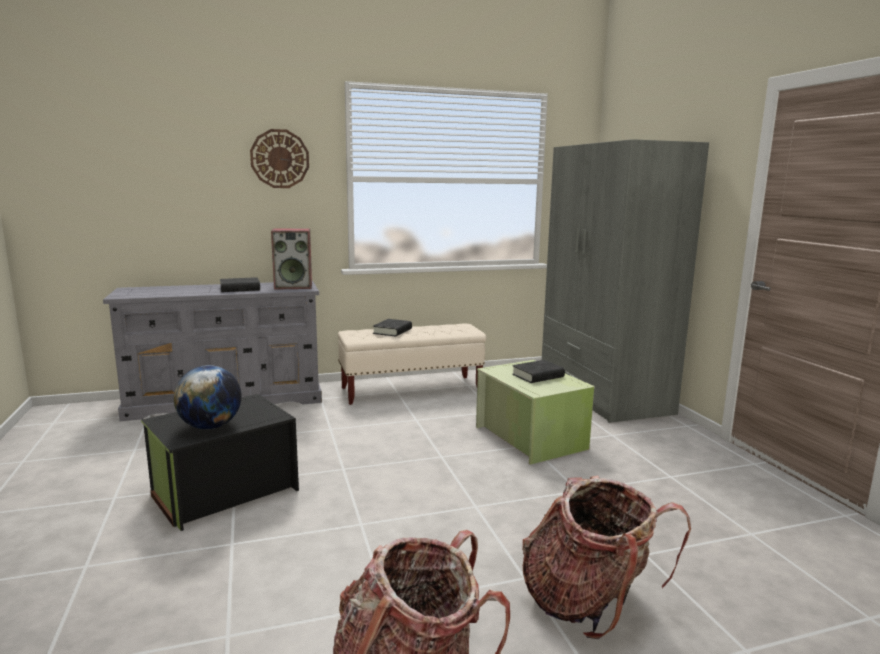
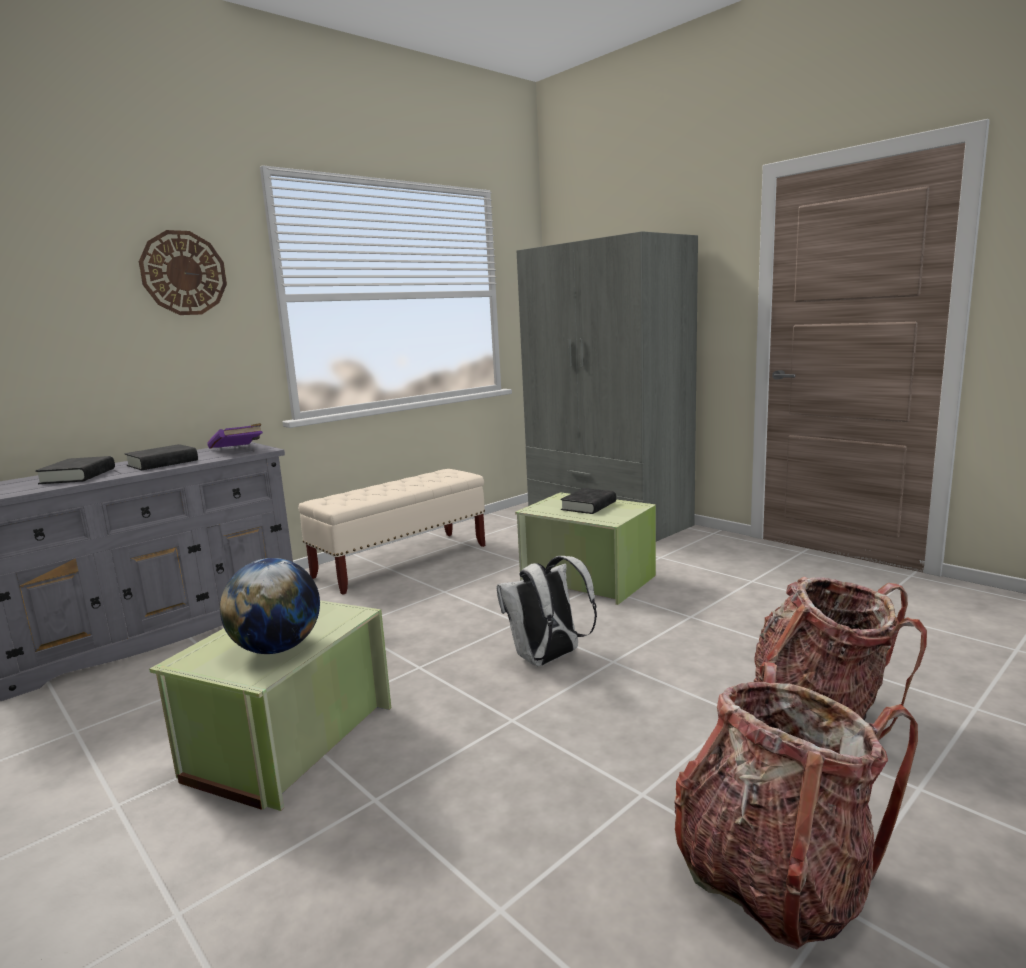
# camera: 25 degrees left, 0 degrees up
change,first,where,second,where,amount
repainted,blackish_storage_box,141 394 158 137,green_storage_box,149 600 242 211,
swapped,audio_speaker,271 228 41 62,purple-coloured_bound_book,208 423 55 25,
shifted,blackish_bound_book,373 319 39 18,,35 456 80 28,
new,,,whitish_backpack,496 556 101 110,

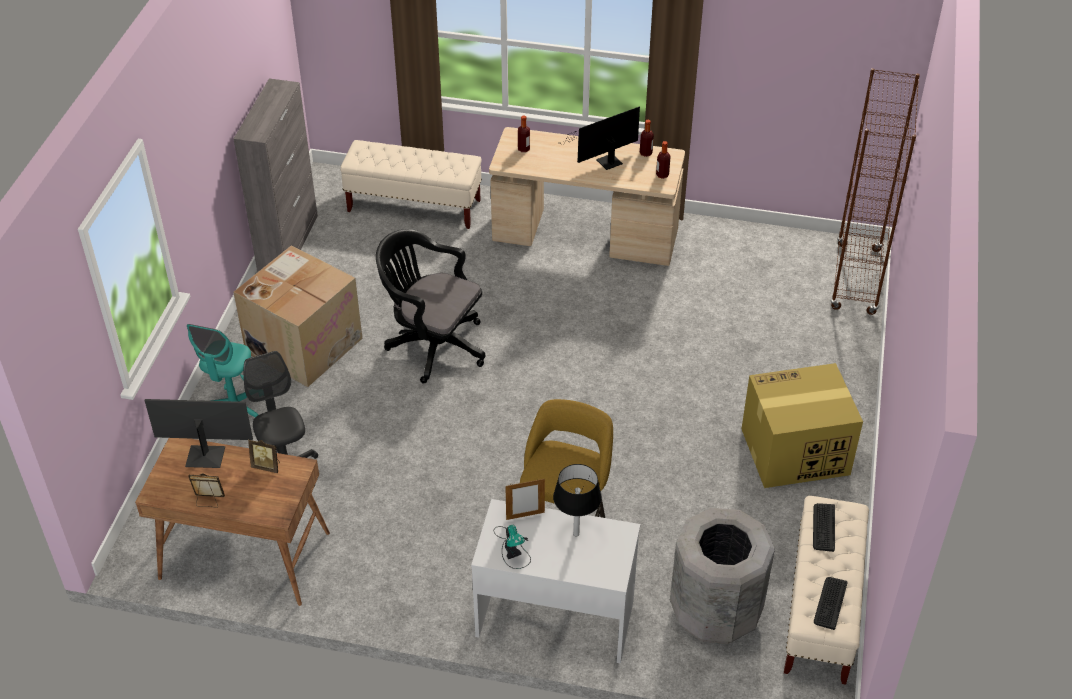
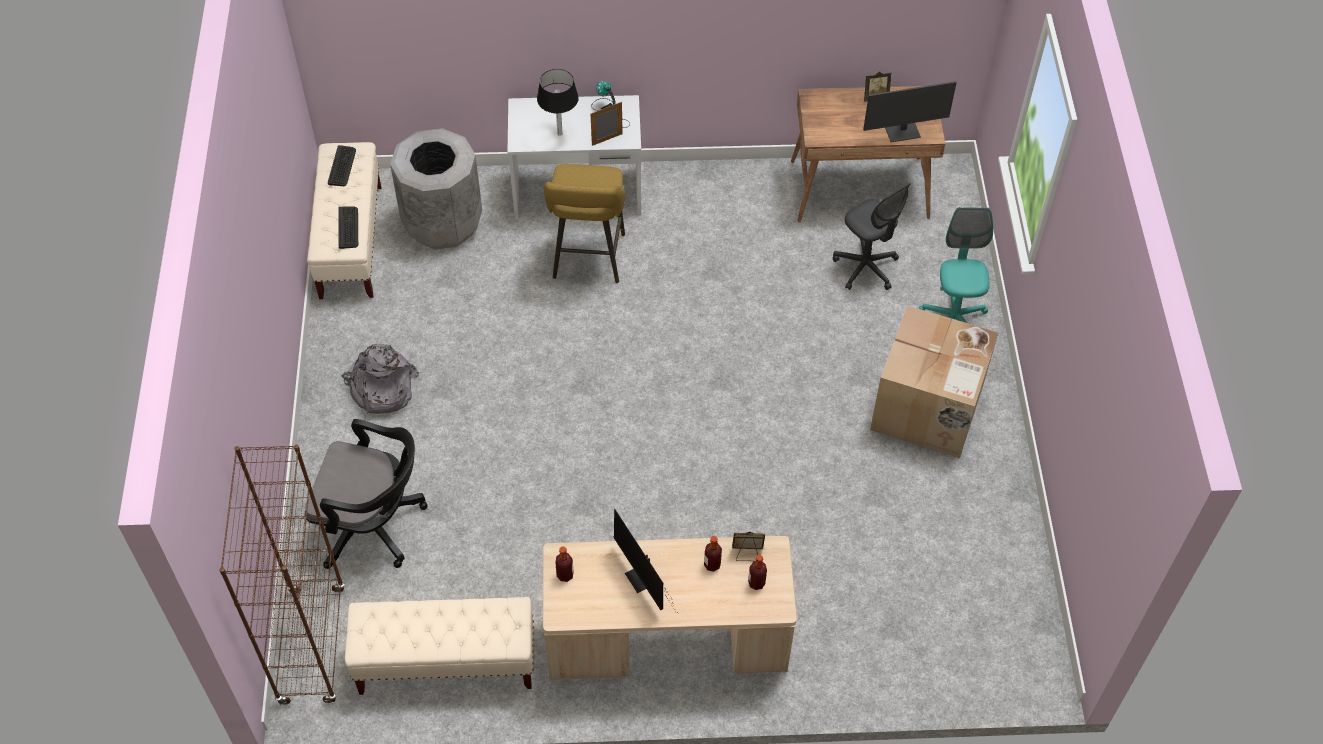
# camera: 165 degrees right, 10 degrees up
change,first,where,second,where,amount
gone,greyish_storage_cabinet,233 78 85 194,,,
shifted,photo_frame,248 440 32 33,,732 532 33 29,
shifted,beige_bench,340 140 142 89,,345 597 189 98,
shifted,blackish_desk_chair,376 229 109 155,,305 419 123 150,
rotated,monitor,560 106 80 64,,613 509 66 105,105 degrees clockwise
shifted,bottle,640 120 14 37,,704 536 18 36,
swapped,packing_box,742 363 121 125,greyish_backpack,342 344 77 70,

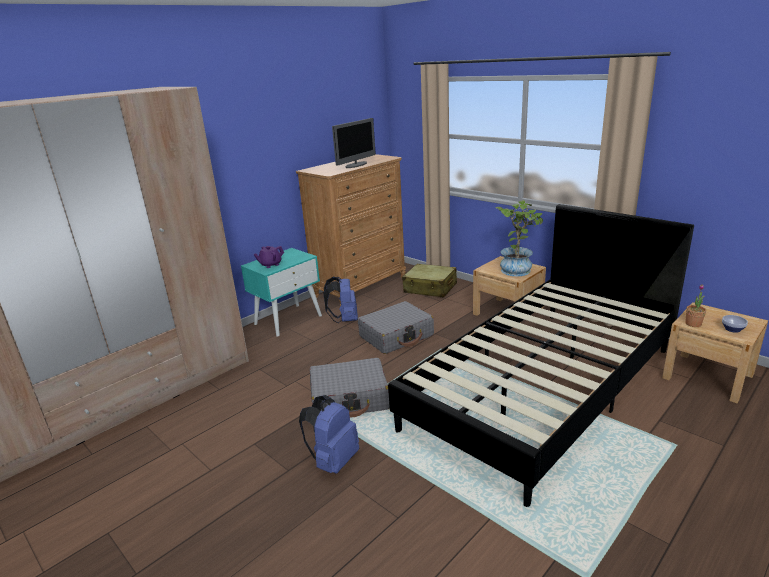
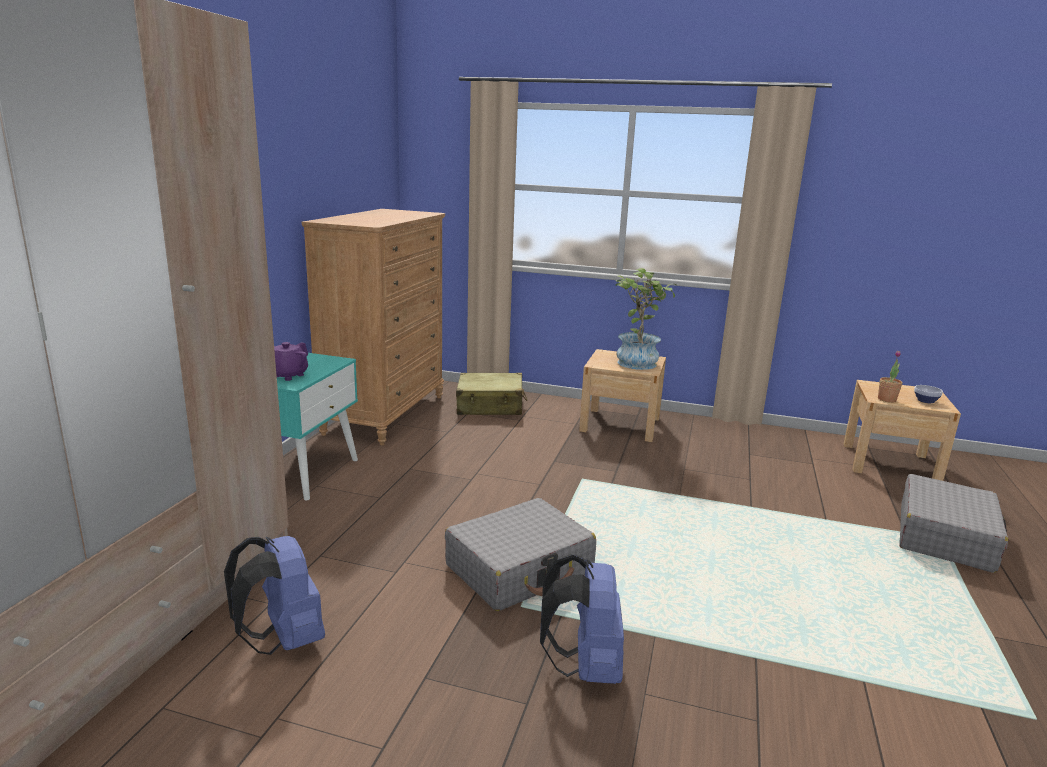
# camera: 30 degrees left, 5 degrees down
change,first,where,second,where,amount
shifted,bluish_backpack,323 277 35 46,,224 536 101 119,
gone,monitor,332 118 44 50,,,
shifted,greyish_piece_of_luggage,358 301 76 53,,900 474 108 99,
gone,blackish_bed,388 204 306 303,,,

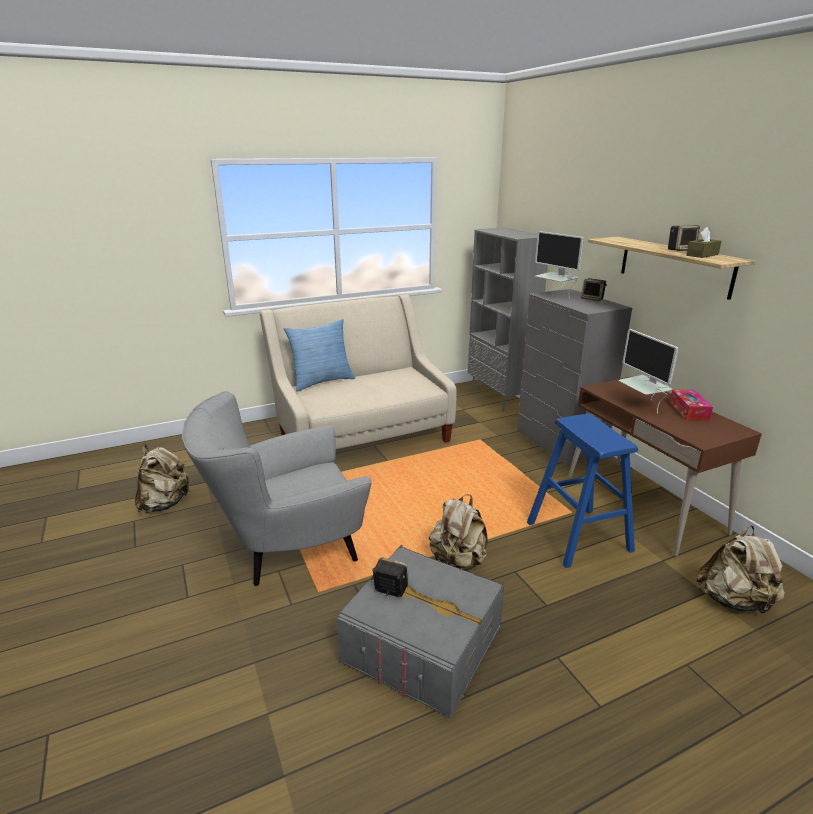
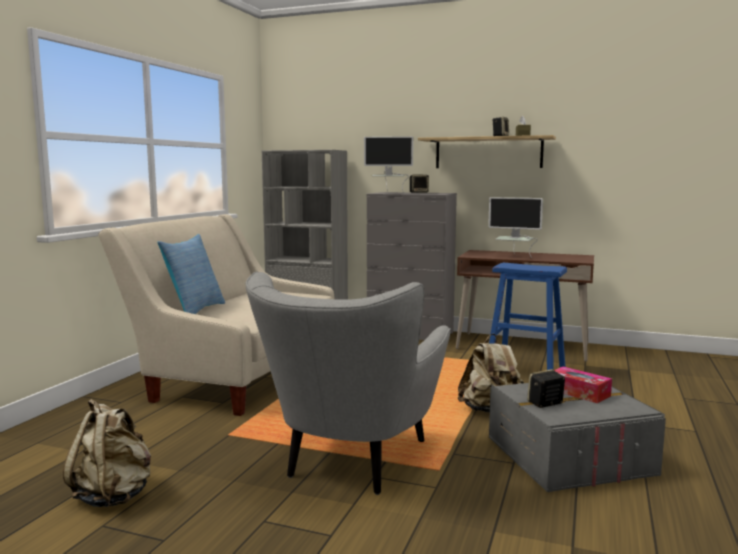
# camera: 45 degrees left, 15 degrees down
change,first,where,second,where,amount
shifted,tissue_holder,670 389 43 32,,555 366 57 37,
gone,beige_backpack,696 525 89 91,,,

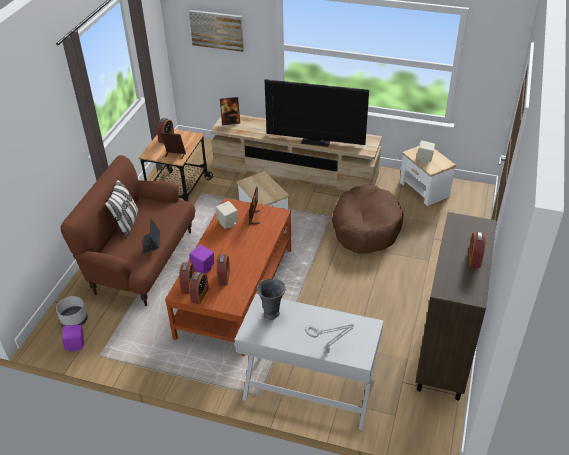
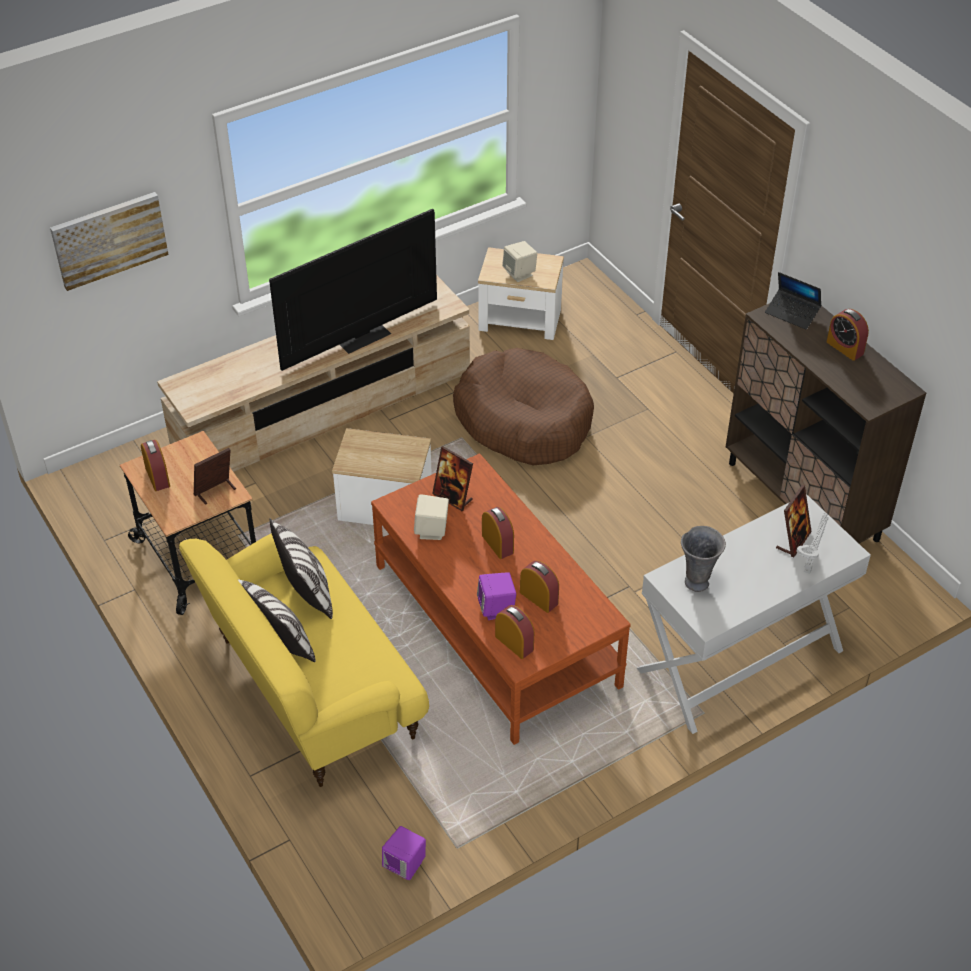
# camera: 50 degrees left, 5 degrees up
change,first,where,second,where,amount
gone,greyish_planter,56 296 32 30,,,
repainted,brownish_settee,61 155 134 151,yellowish_settee,179 533 250 254,
shifted,notebook_computer,143 219 17 35,,765 272 56 58,
shifted,alarm_clock,189 272 20 32,,482 507 32 52,
shifted,photo_frame,220 97 20 28,,776 485 36 72,
new,,,cushion,269 518 64 101,

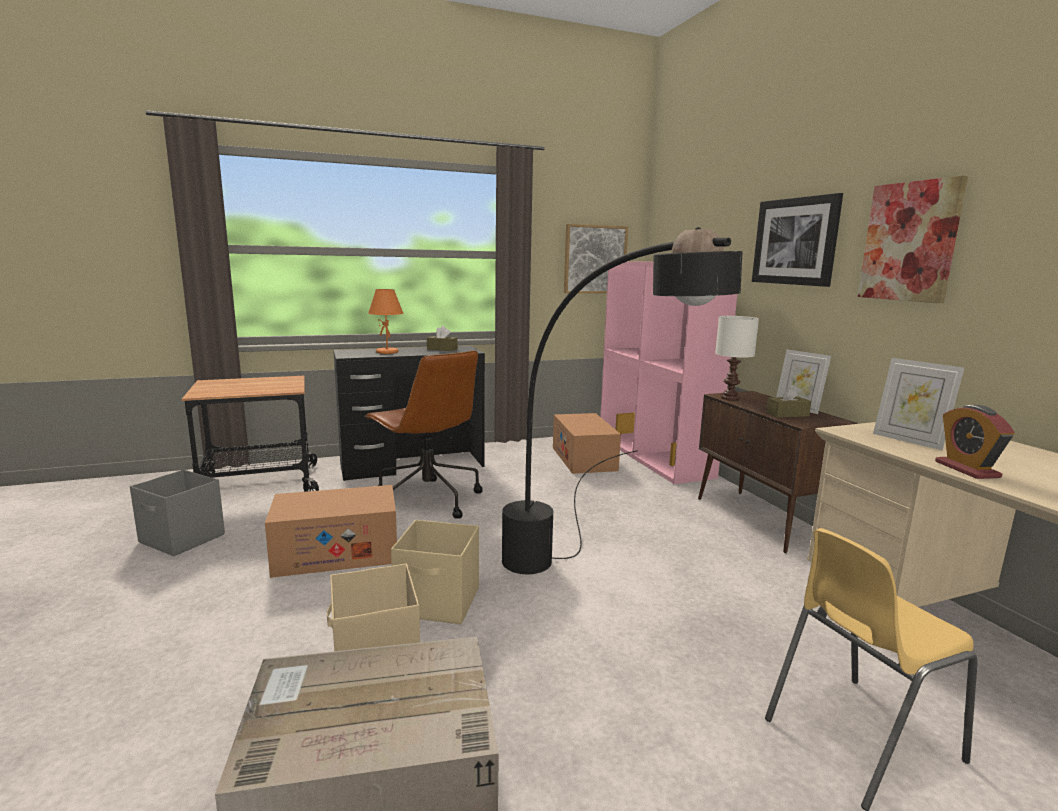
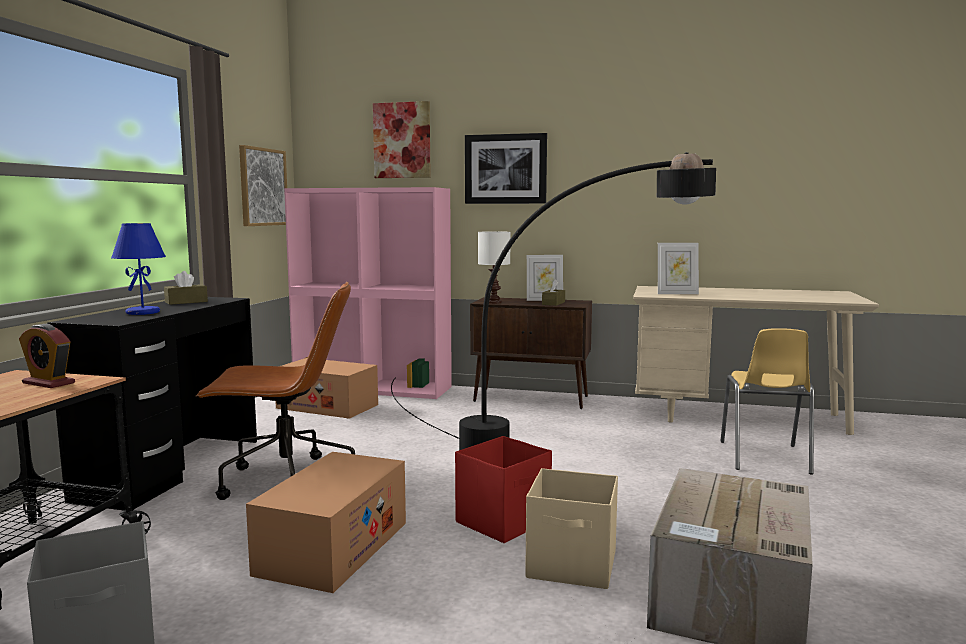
# camera: 55 degrees left, 5 degrees down
change,first,where,second,where,amount
repainted,orangey_table_lamp,368 289 36 65,bluish_table_lamp,111 223 55 92,
repainted,beige_storage_box,391 520 88 104,red-coloured_storage_box,455 436 97 107,
shifted,wall_art,858 176 110 127,,373 101 58 77,
shifted,alarm_clock,935 405 80 74,,19 324 56 64,

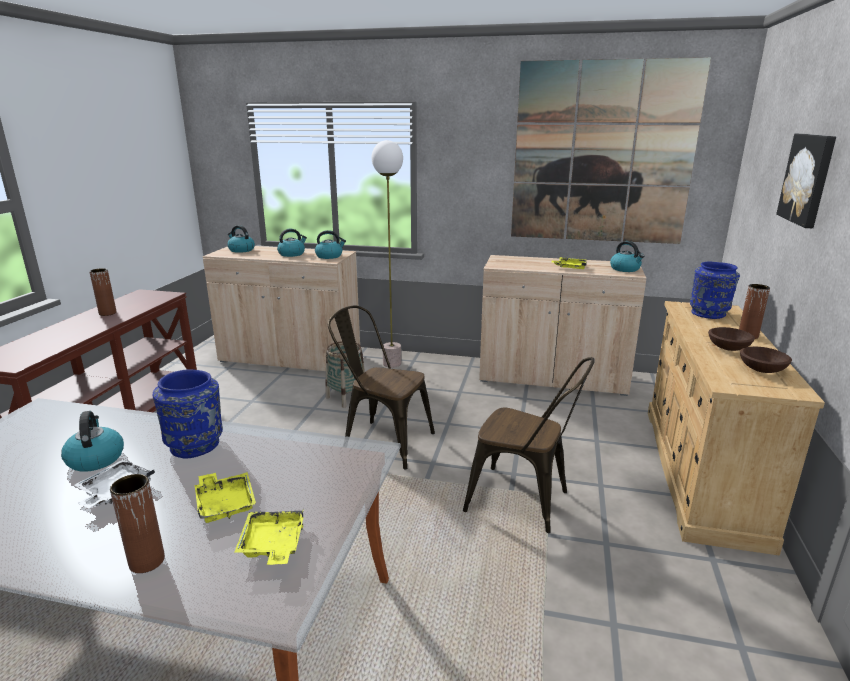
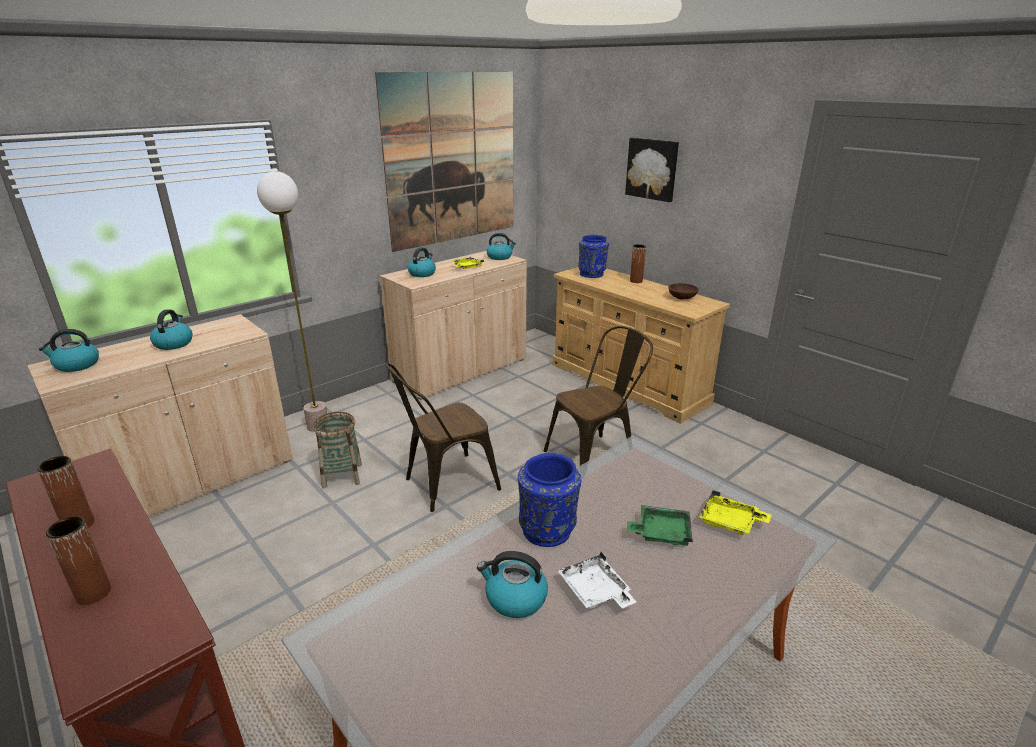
# camera: 55 degrees left, 5 degrees up
change,first,where,second,where,amount
shifted,brownish_vase,110 474 55 99,,46 516 65 89,
repainted,yellowish_carrying_tray,195 472 61 51,green_carrying_tray,627 505 66 41,
shifted,water_kettle,315 230 31 29,,408 247 28 30,
gone,brownish_serving_bowl,708 327 47 24,,,

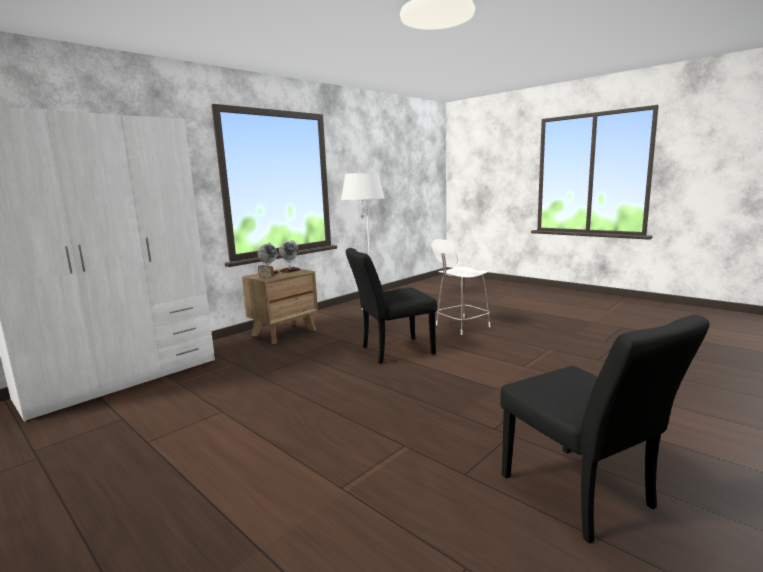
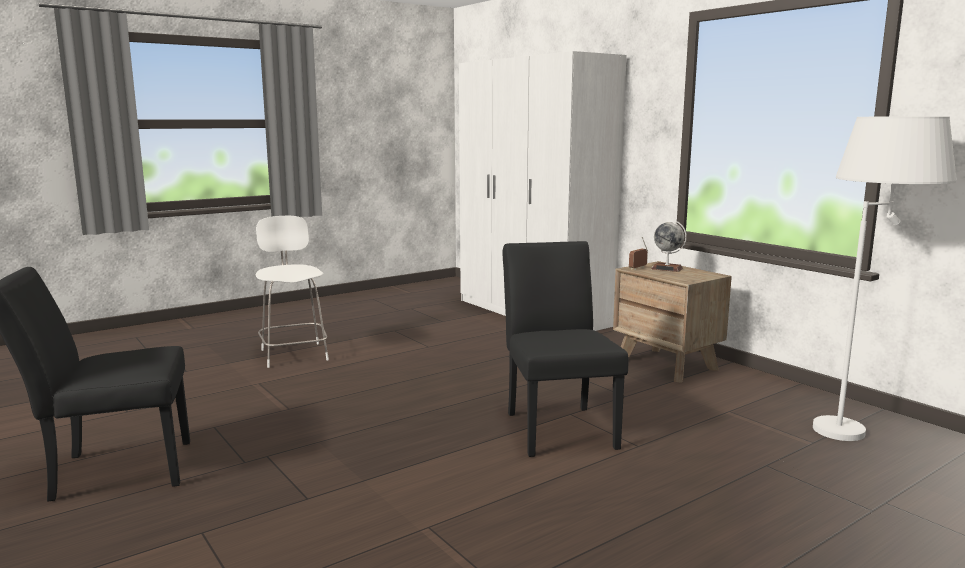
# camera: 100 degrees right, 0 degrees up
change,first,where,second,where,amount
gone,desk_globe,279 240 21 33,,,
shifted,whitish_chair,432 239 58 96,,256 216 73 152,

